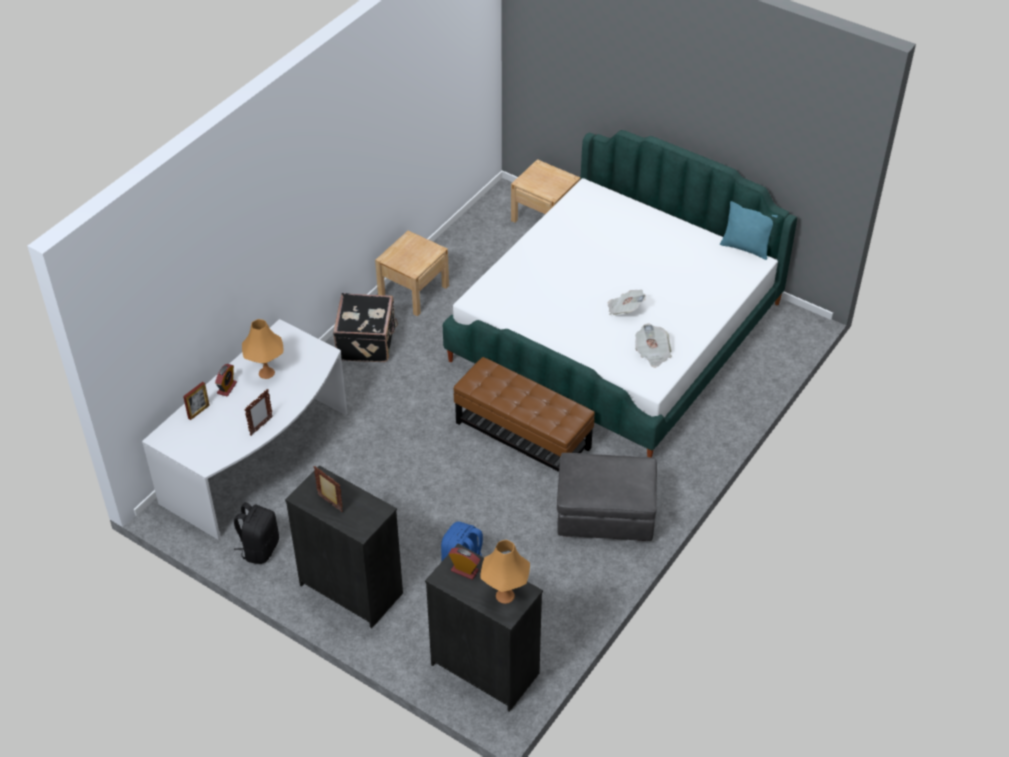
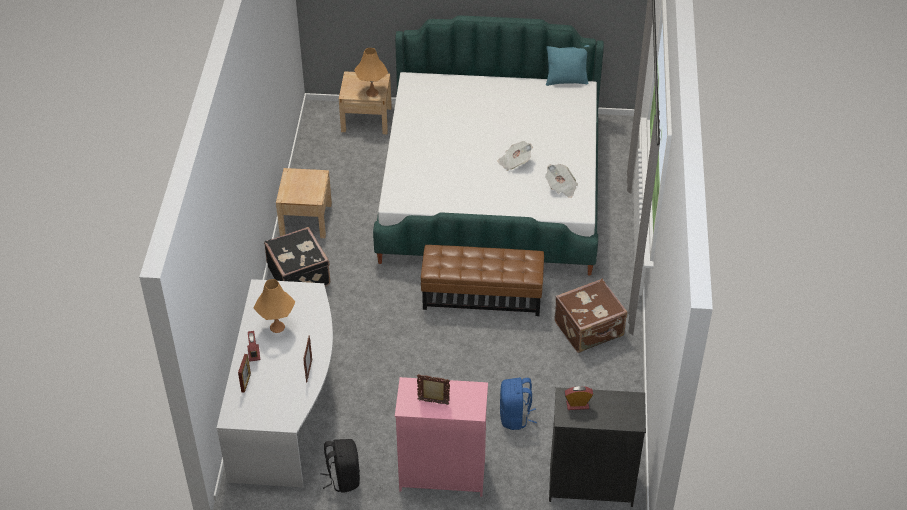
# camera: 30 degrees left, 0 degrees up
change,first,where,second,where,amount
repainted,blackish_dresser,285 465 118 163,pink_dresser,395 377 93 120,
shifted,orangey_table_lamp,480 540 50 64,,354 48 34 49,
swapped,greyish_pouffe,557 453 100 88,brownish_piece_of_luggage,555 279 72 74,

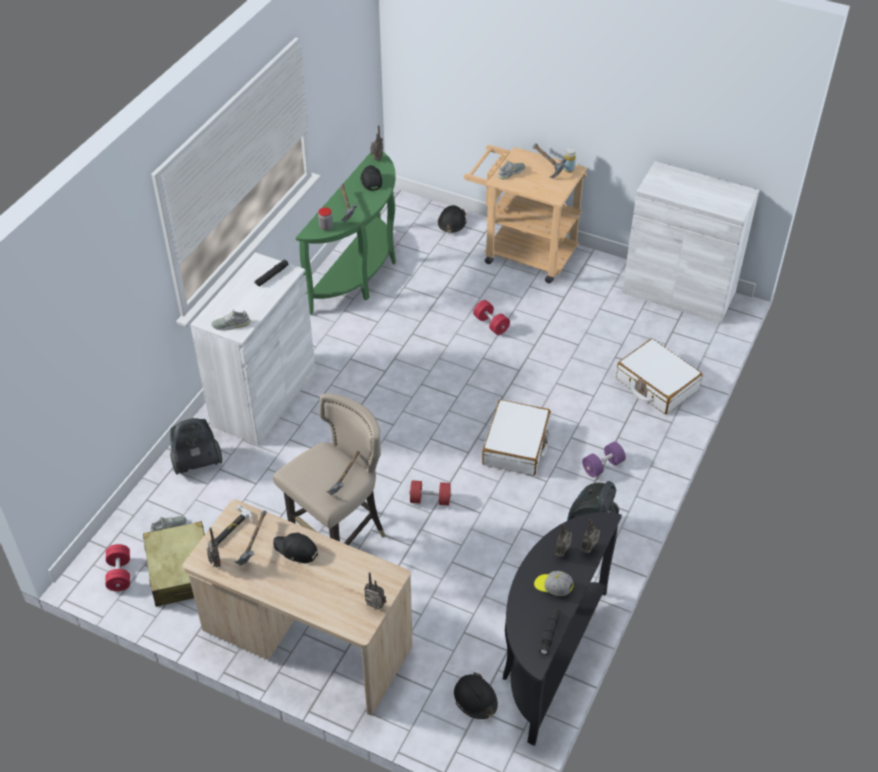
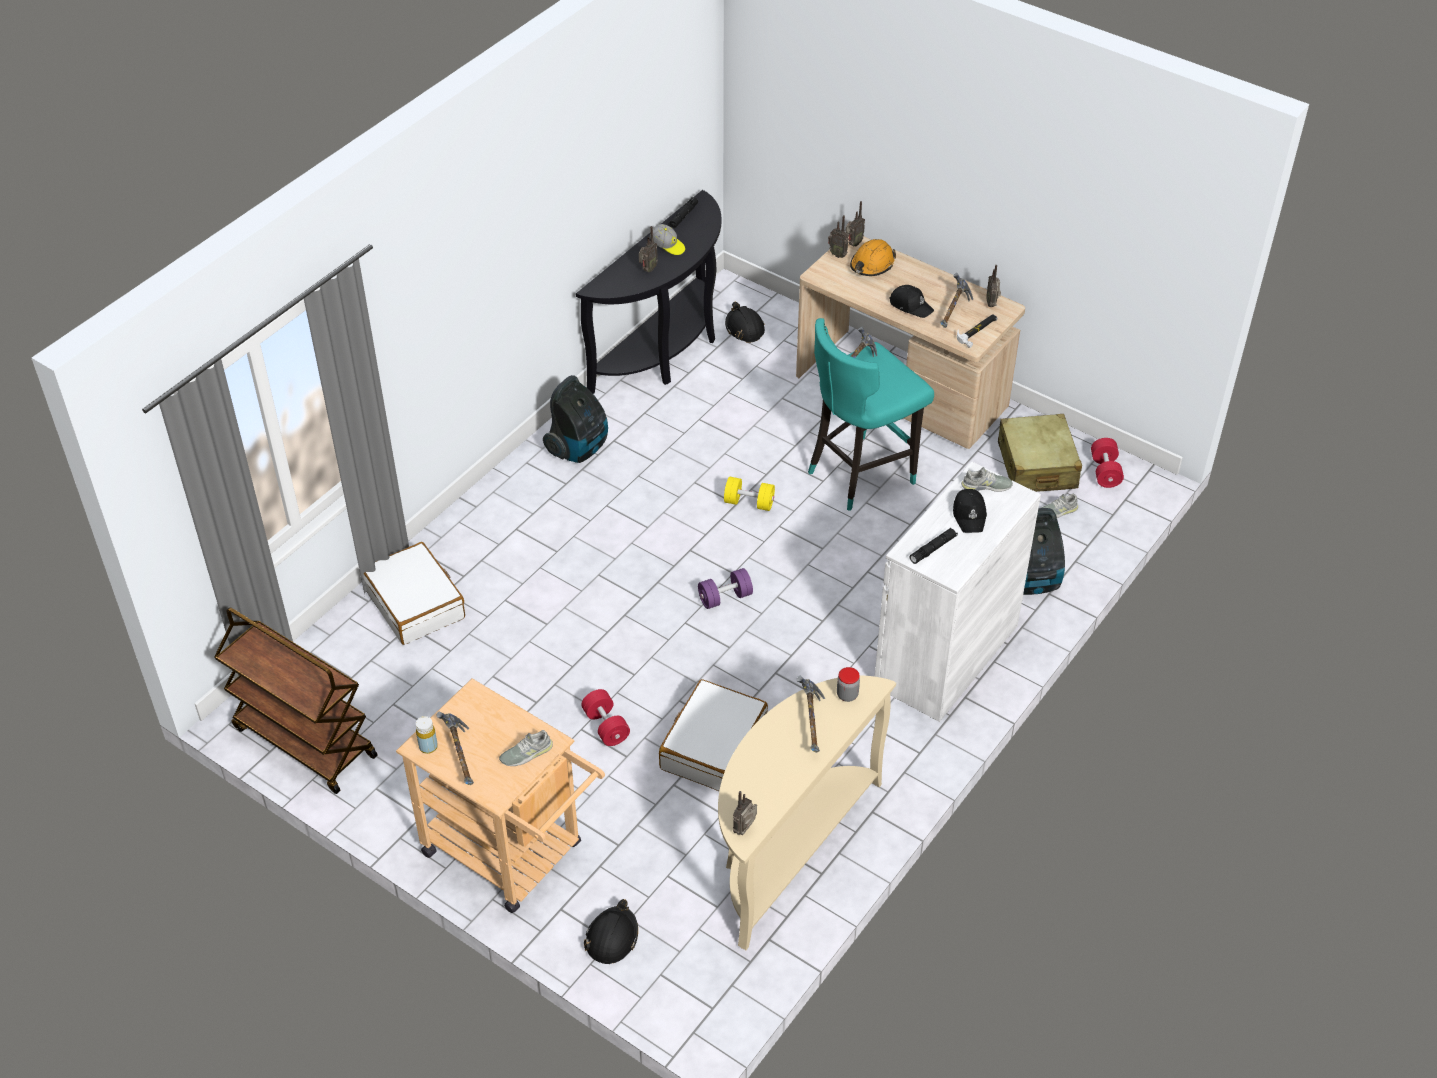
# camera: 170 degrees left, 0 degrees up
change,first,where,second,where,amount
repainted,beige_stool_seat,273 394 112 151,turquoise-coloured_stool_seat,808 318 126 193,
repainted,green_console_table,296 152 100 163,beige_console_table,718 675 178 275,
shifted,blackish_cap,360 165 22 26,,953 489 34 44,
repainted,red-coloured_free_weight,409 480 43 25,yellowish_free_weight,724 477 51 34,
shifted,whitish_piece_of_luggage,482 400 69 76,,659 679 109 112,
shifted,radio_set,581 519 19 35,,846 201 19 46,
shifted,purple-coloured_free_weight,582 442 44 36,,698 568 55 41,
swapped,whitish_storage_cabinet,622 161 137 163,brownish_wheeled_cart,214 607 163 187,
new,,,orangey_safety_helmet,850 239 46 37,

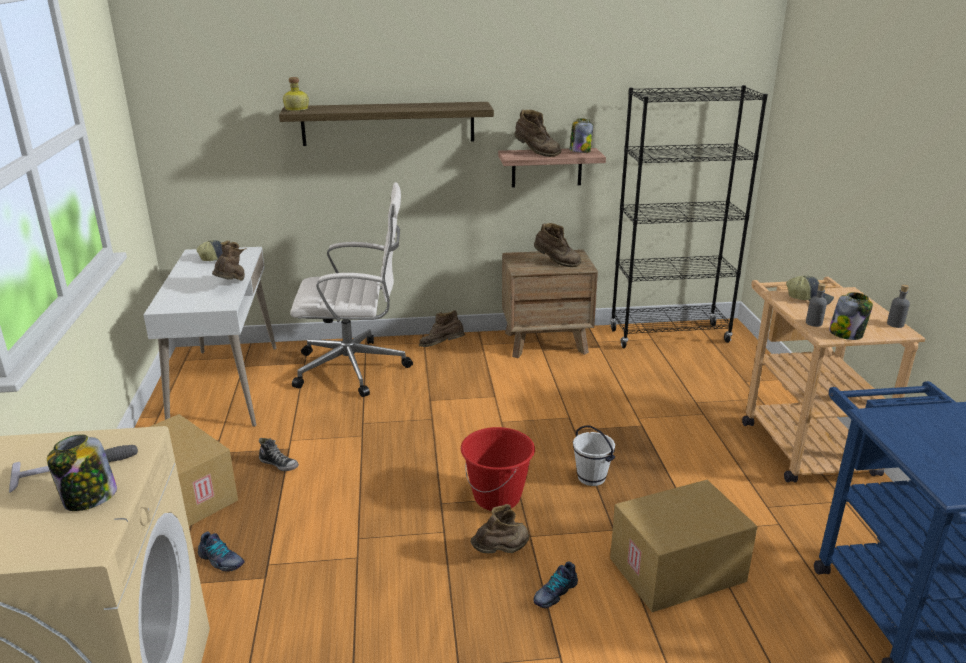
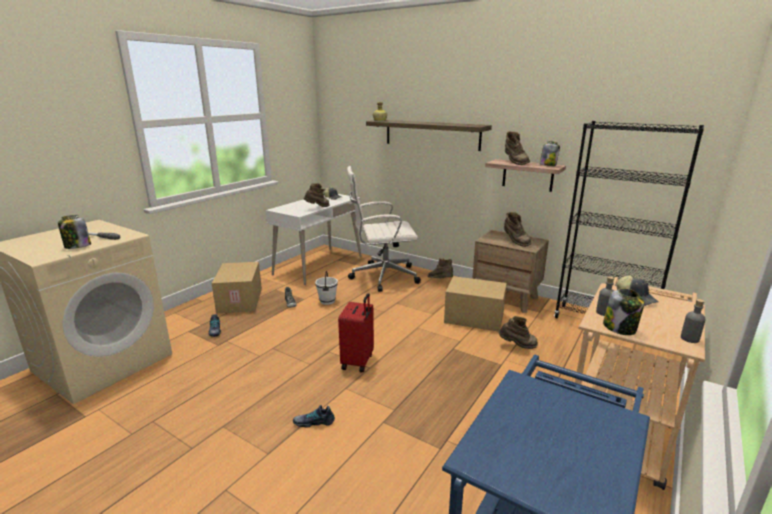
# camera: 40 degrees right, 5 degrees down
change,first,where,second,where,amount
rotated,whitish_desk_chair,290 182 123 215,,347 166 74 126,135 degrees clockwise
swapped,red-coloured_bucket,461 427 74 84,red-coloured_piece_of_luggage,338 293 36 80,
shifted,brownish_boot,471 504 58 49,,498 316 40 33,
shifted,whitish_bucket,573 425 42 61,,315 271 23 34,
shifted,packing_box,610 480 147 132,,444 276 63 55,

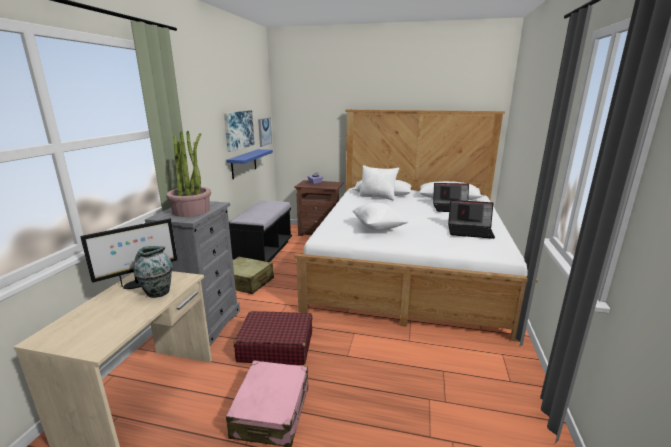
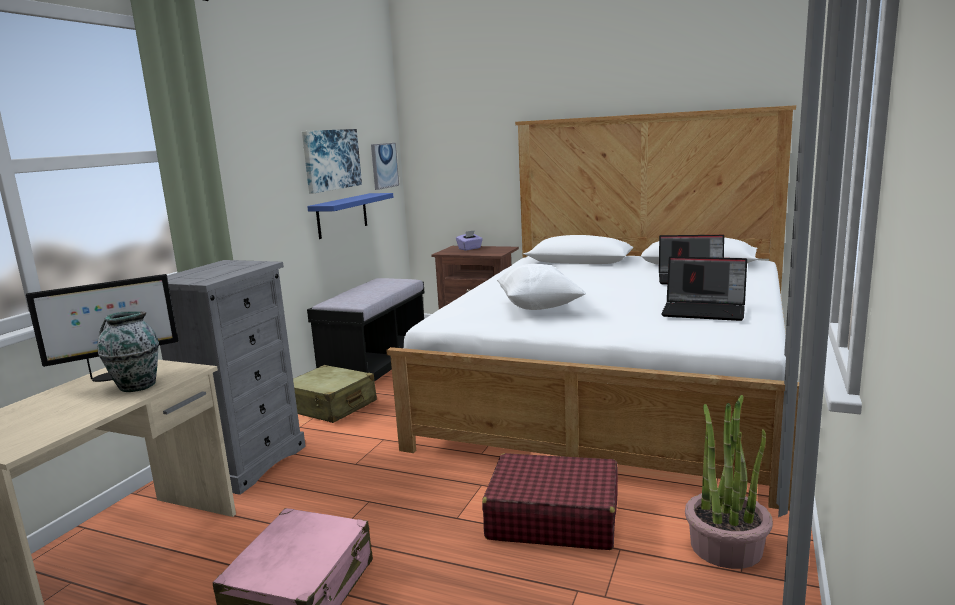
# camera: 10 degrees right, 5 degrees down
change,first,where,second,where,amount
shifted,potted_plant,166 131 45 86,,685 395 88 174,
shifted,red-coloured_piece_of_luggage,234 311 78 54,,482 453 136 97,
gone,whitish_cushion,359 165 40 35,,,

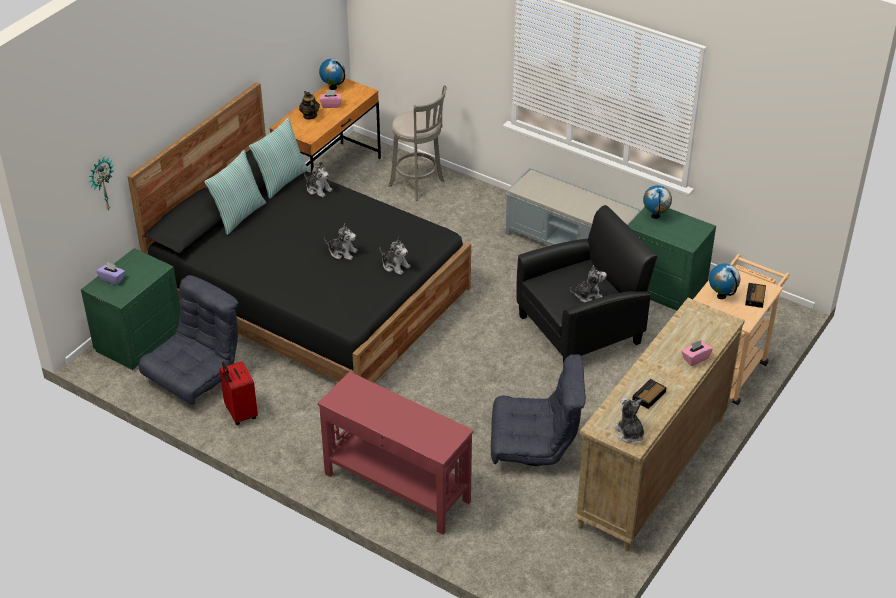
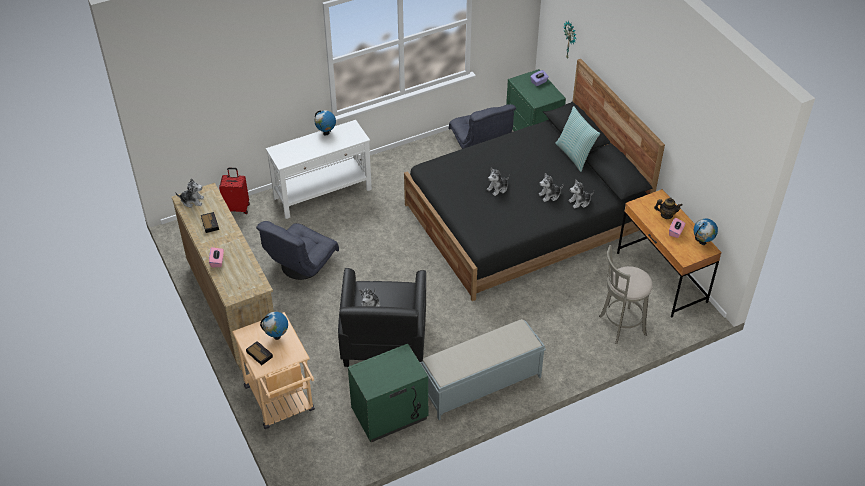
# camera: 120 degrees right, 5 degrees up
change,first,where,second,where,amount
shifted,red-coloured_piece_of_luggage,220 361 38 64,,219 168 31 46,
gone,cushion,249 117 60 82,,,
repainted,red-coloured_console_table,317 371 157 164,whitish_console_table,266 120 106 99,
shifted,soft_toy,380 237 31 38,,538 173 26 29,
shifted,desk_globe,643 185 29 34,,315 110 21 26,

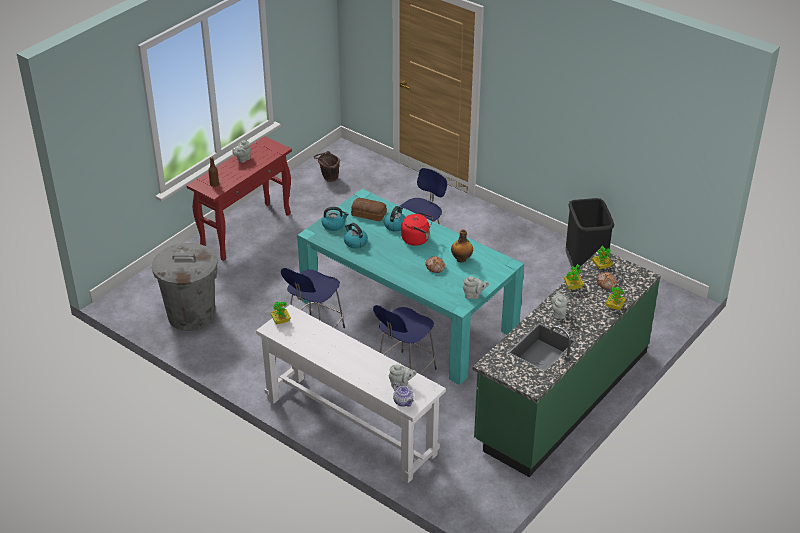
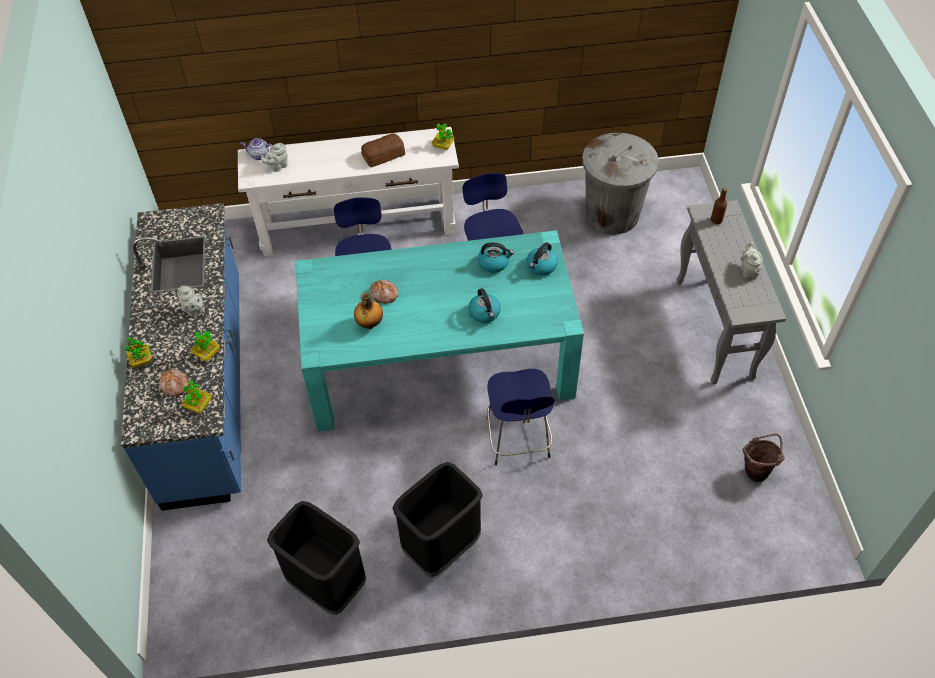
# camera: 135 degrees right, 15 degrees up
change,first,where,second,where,amount
repainted,red-coloured_console_table,187 136 105 125,greyish_console_table,676 200 110 184,
shifted,bread,351 198 36 23,,361 133 44 34,
gone,red-coloured_water_kettle,401 212 33 34,,,
gone,greyish_tea_pot,463 276 26 23,,,
repainted,green_kitchen_base_unit,473 249 188 228,bluish_kitchen_base_unit,121 203 120 308,
new,,,blackish_rubbish_bin,393 462 90 115,

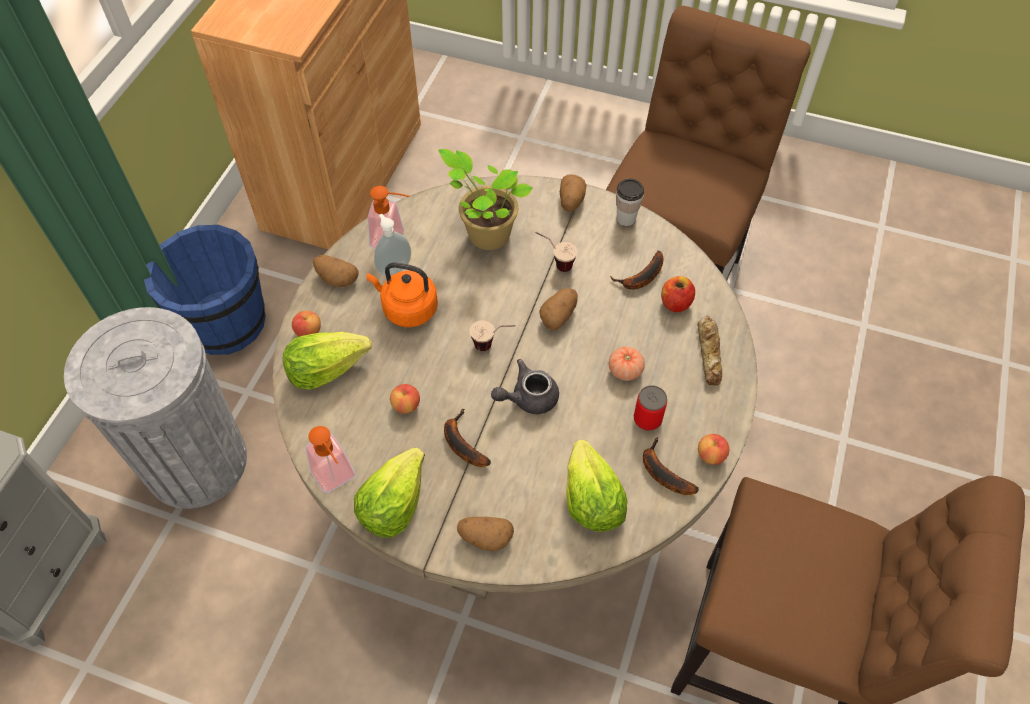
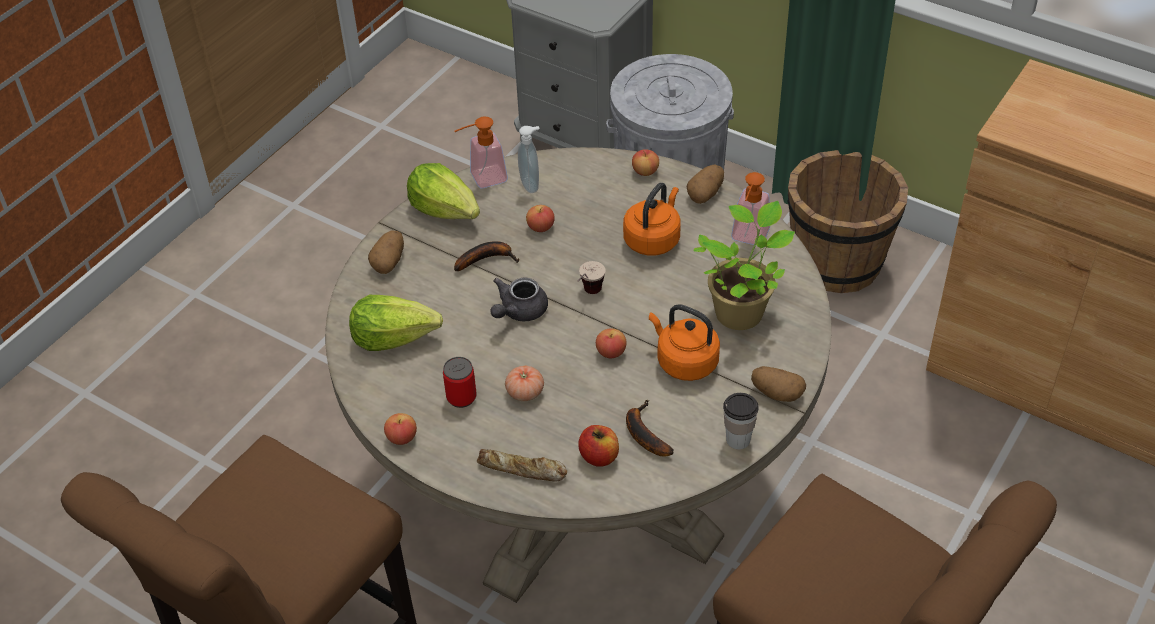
# camera: 105 degrees right, 10 degrees down
change,first,where,second,where,amount
repainted,bluish_bucket,144 225 122 130,brownish_bucket,787 150 121 143,
gone,head_of_lettuce,283 332 89 58,,,
shifted,soap_bottle,374 214 37 62,,518 126 21 67,
rotated,greyish_tea_pot,491 359 68 55,,490 278 58 43,135 degrees counterclockwise
swapped,small_cup,535 232 42 40,orangey_water_kettle,649 304 71 77,
swapped,whole_potato,539 288 39 42,apple_fruit,596 328 31 30,
gone,banana,643 436 56 59,,,

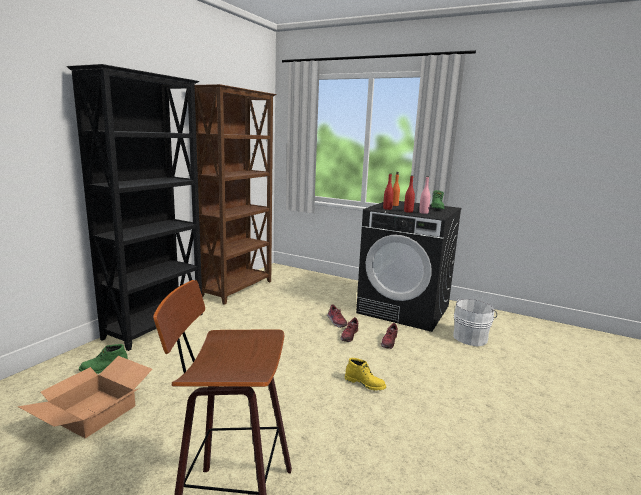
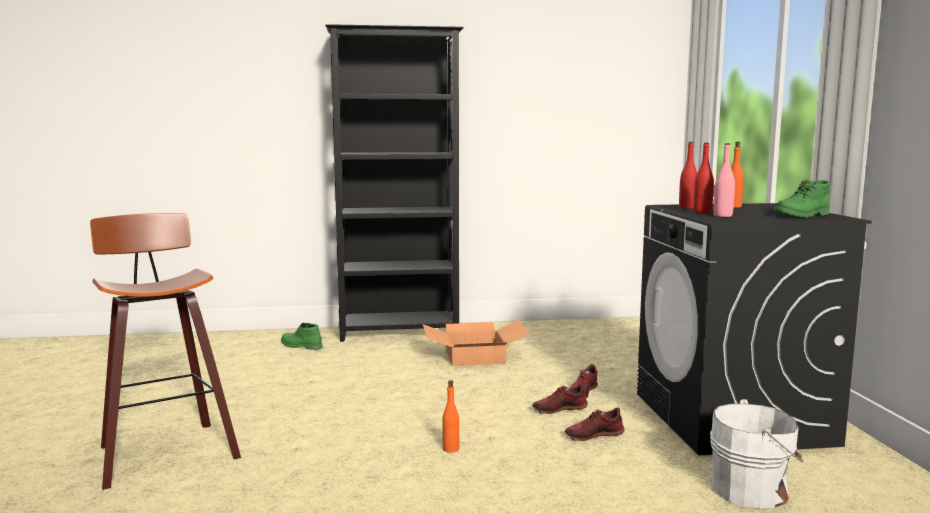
# camera: 55 degrees right, 5 degrees down
change,first,where,second,where,amount
shifted,packing_box,17 356 136 82,,423 320 107 46,
gone,brownish_shelving_unit,194 84 83 221,,,
swapped,yellowish_boot,345 358 41 32,orangey_bottle,442 380 17 73,

